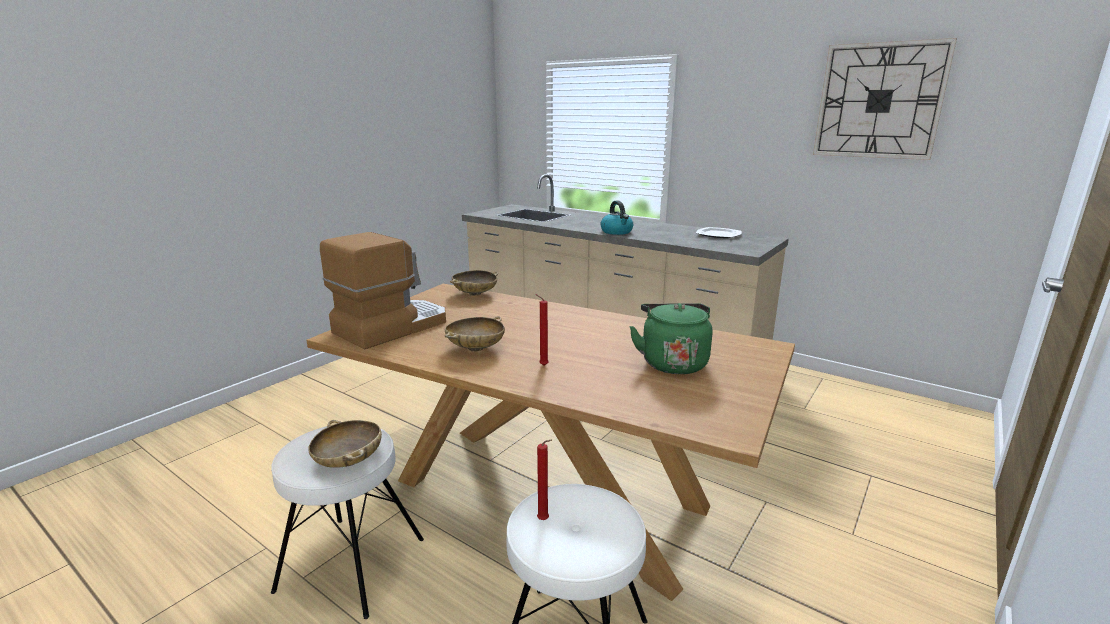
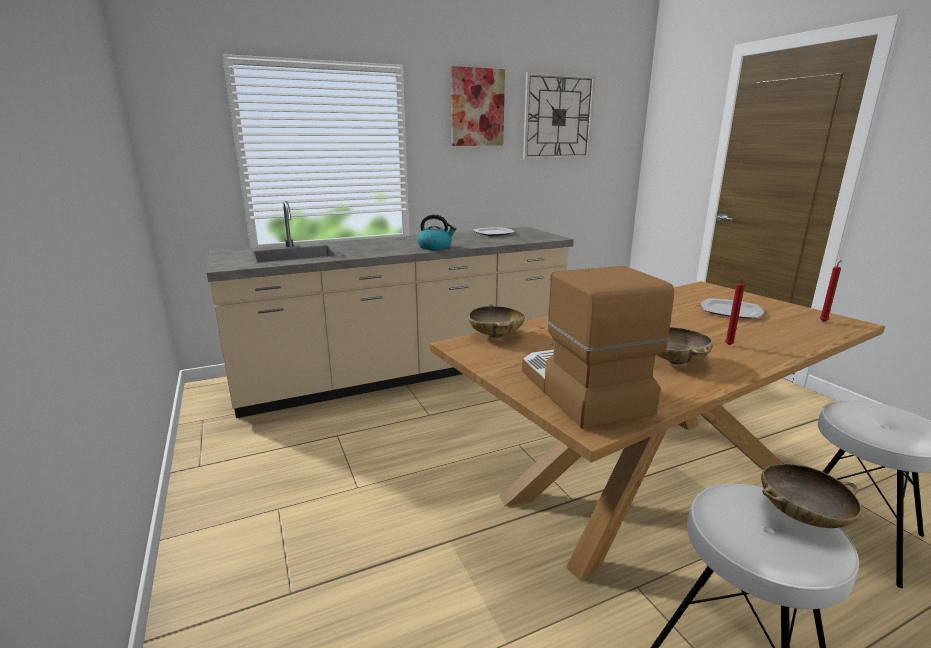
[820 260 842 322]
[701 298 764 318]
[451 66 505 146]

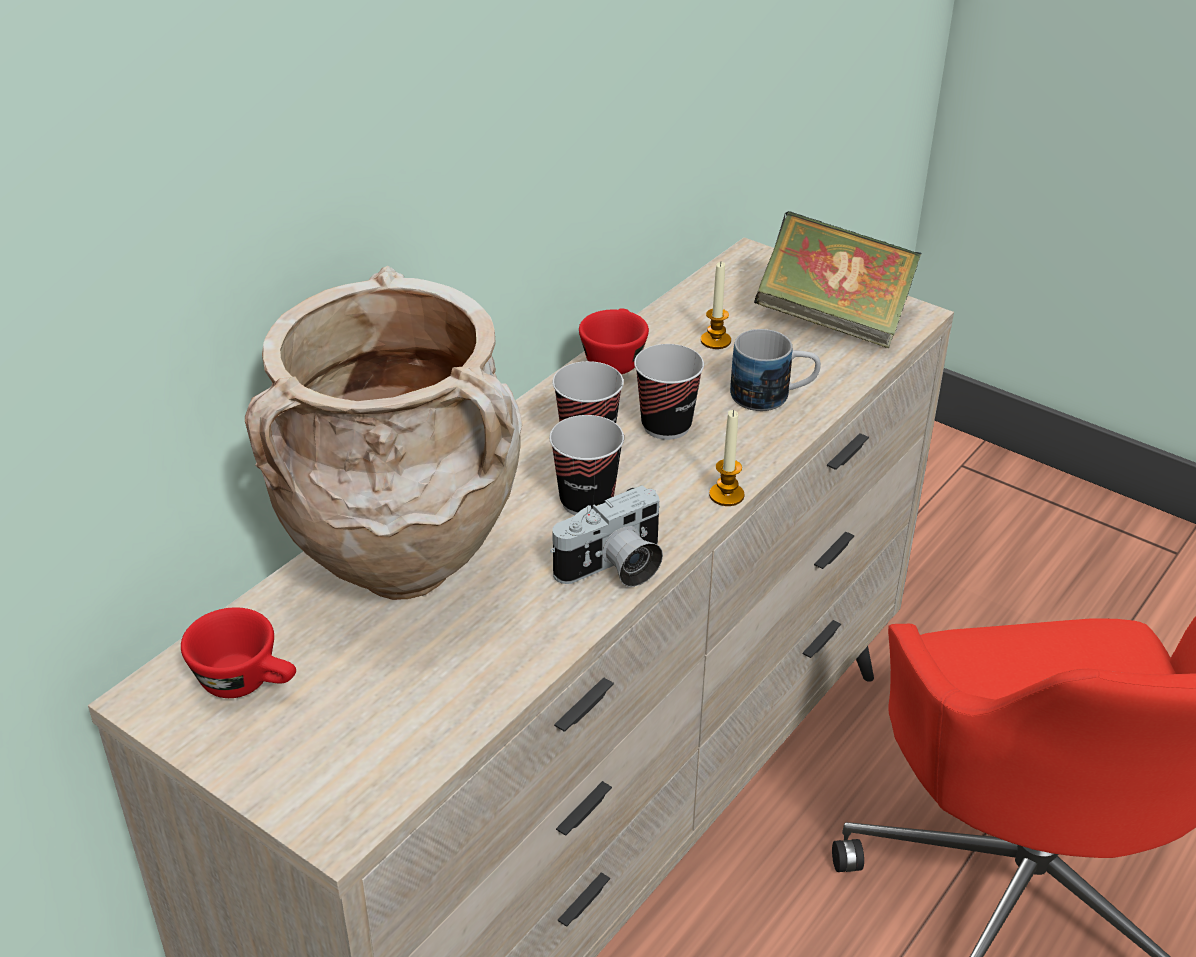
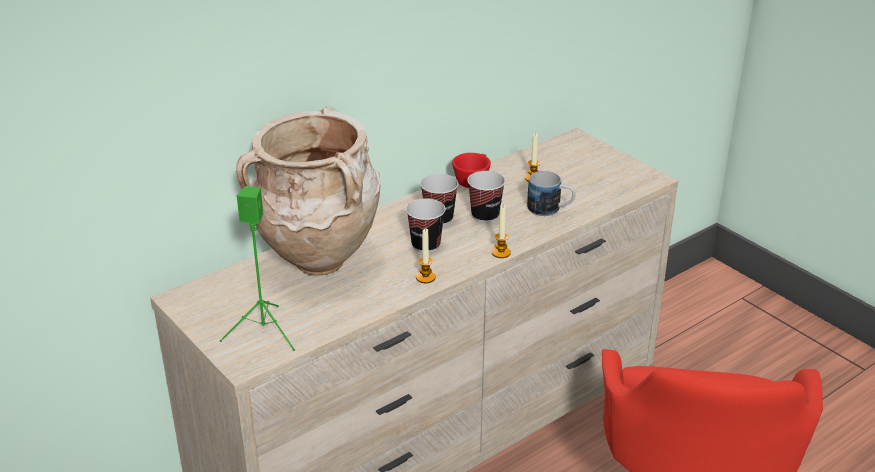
[181 607 296 698] (first image)
[416 229 436 283]
[754 211 922 348] (first image)
[220 186 295 351]

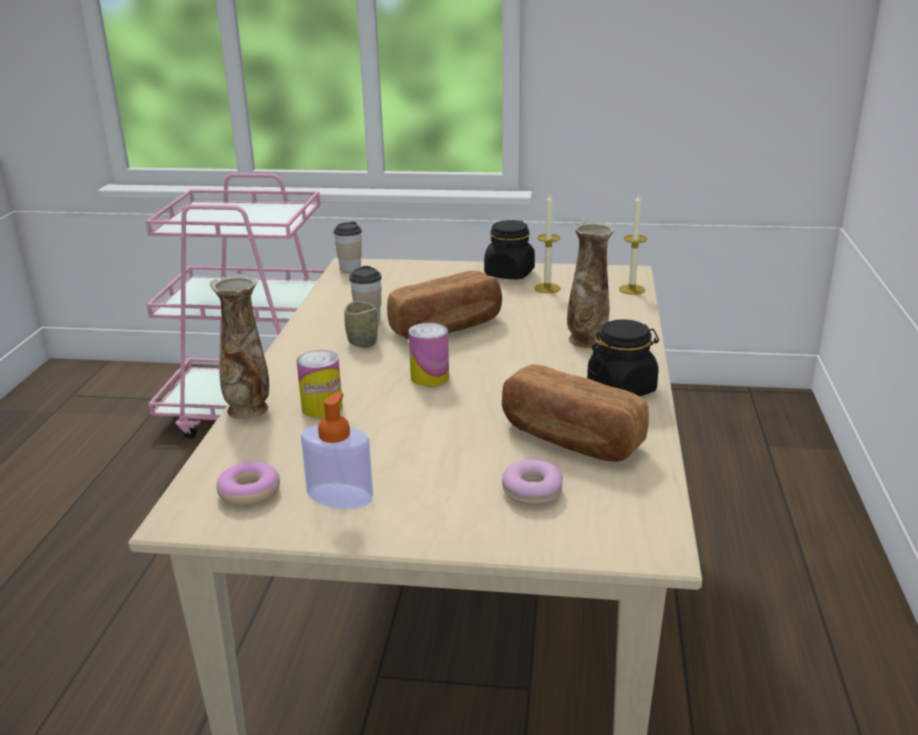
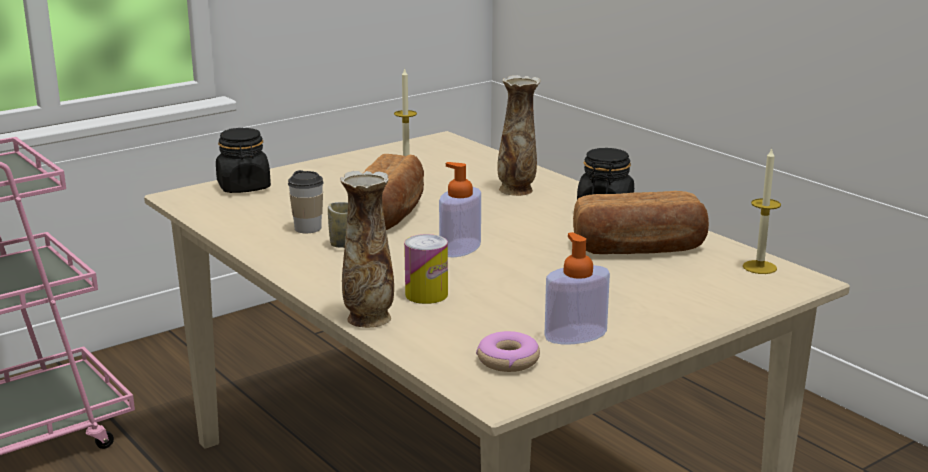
[334 221 362 272] (first image)
[439 162 481 257]
[216 128 271 193]
[502 460 563 505] (first image)
[743 147 781 274]

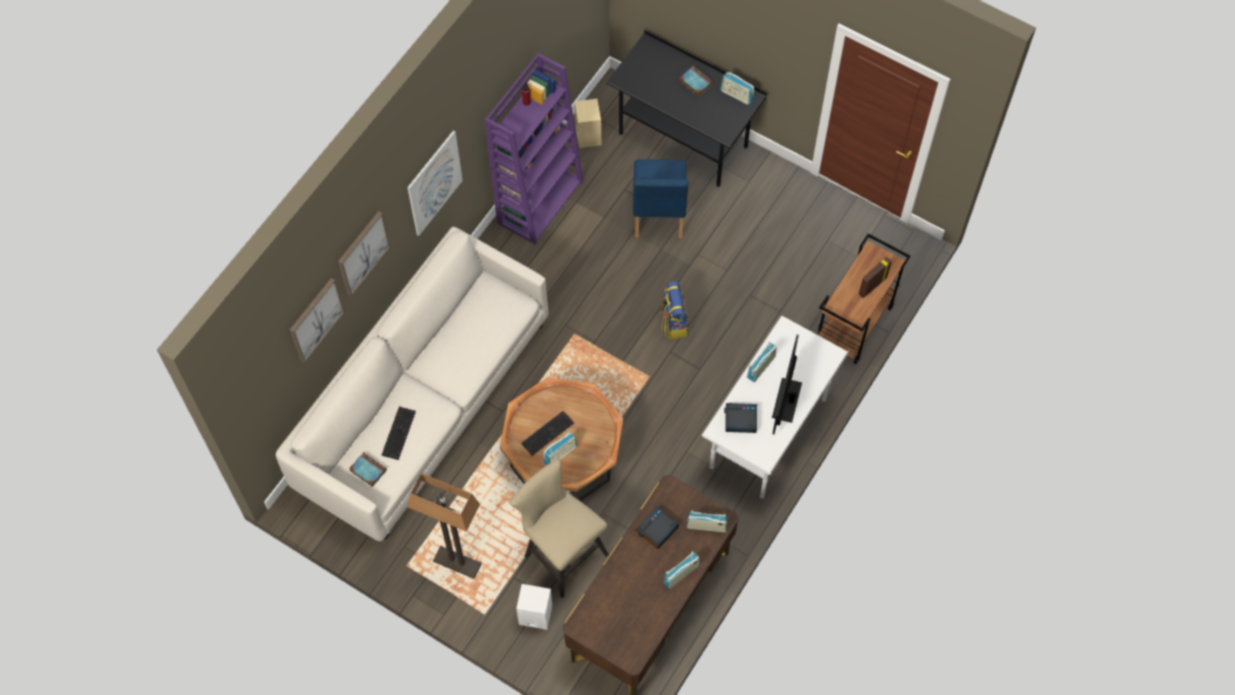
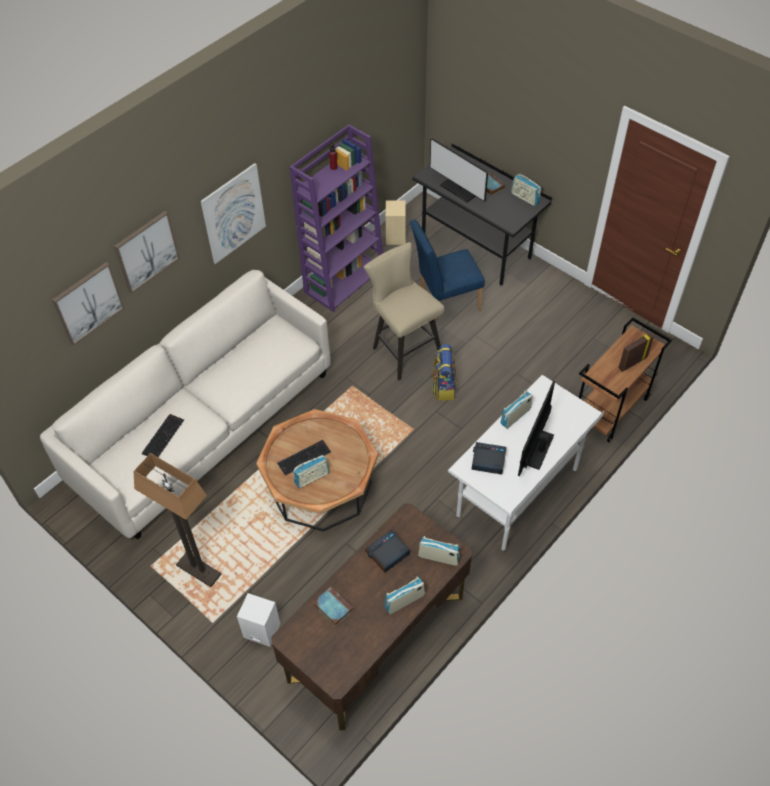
[314 586 354 626]
[364 242 445 380]
[410 220 485 323]
[430 138 488 203]

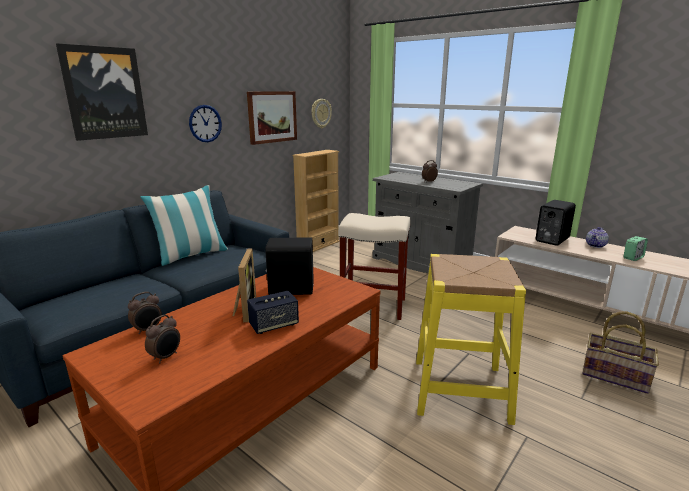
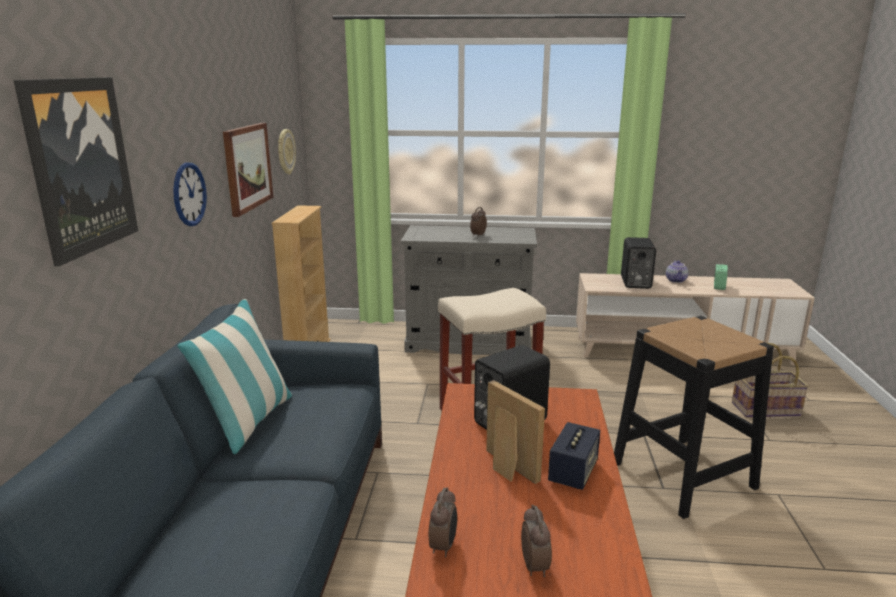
[614 316 774 519]

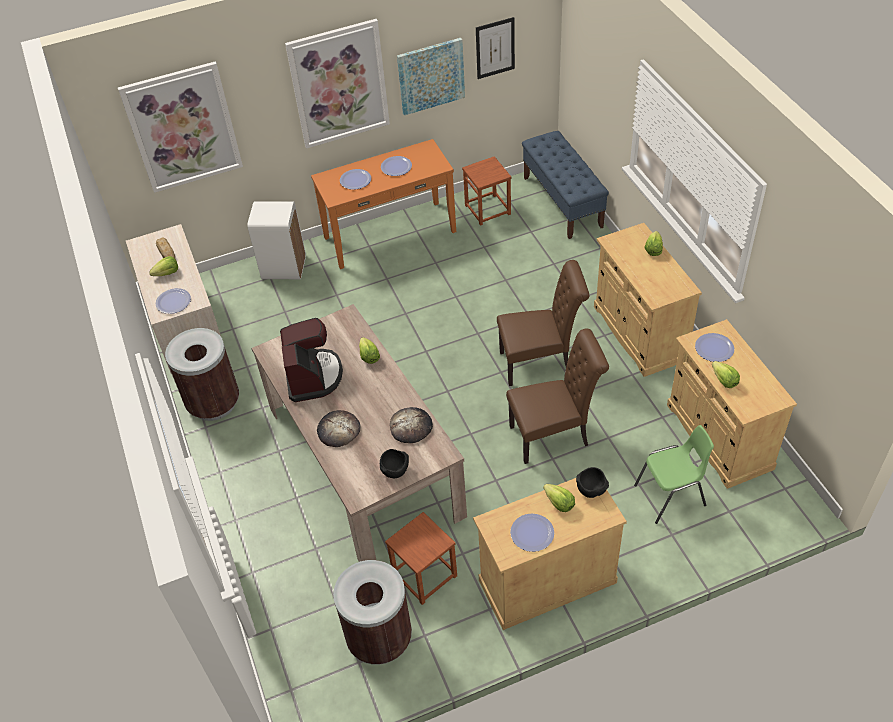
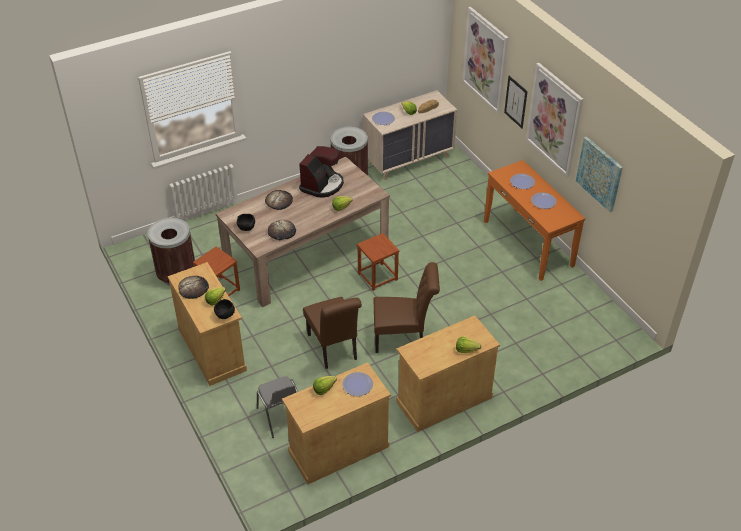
[247 201 306 279] (first image)
[299 146 344 198]
[357 233 399 291]
[504 76 528 129]
[374 262 440 353]
[178 276 209 299]
[522 131 609 239] (first image)
[257 376 298 438]

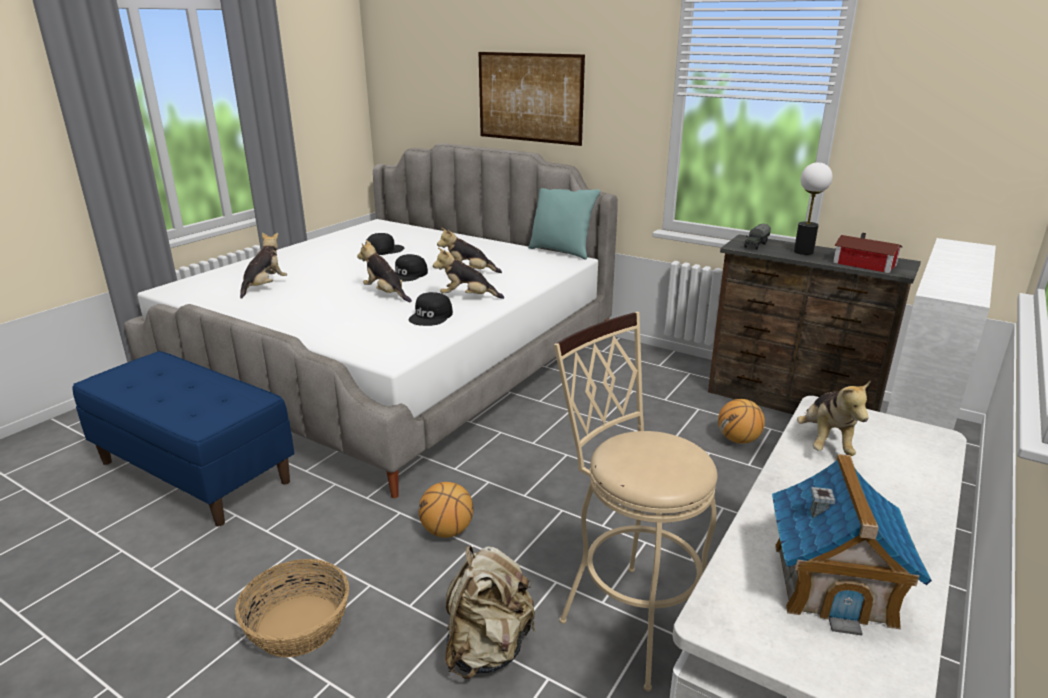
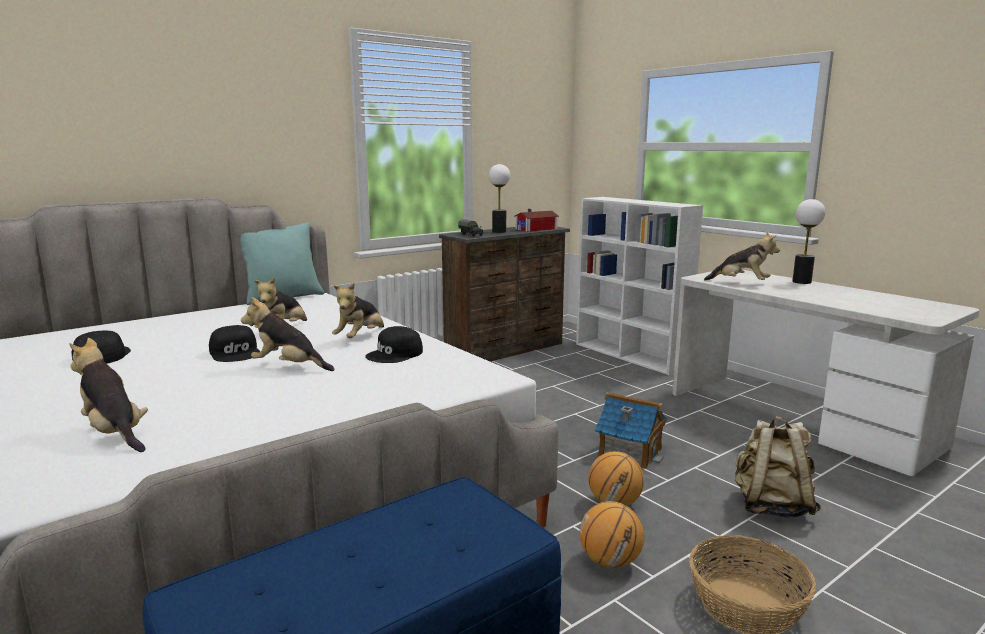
[241 297 335 371]
[365 326 423 363]
[478 52 585 146] (first image)
[554 312 718 692] (first image)
[579 501 644 568]
[595 392 667 469]
[793 199 825 284]

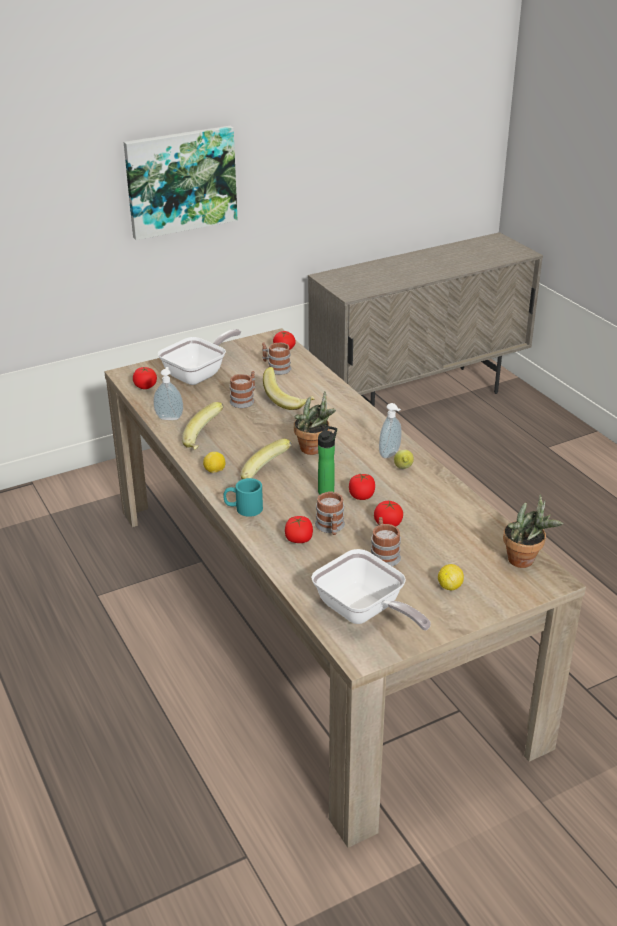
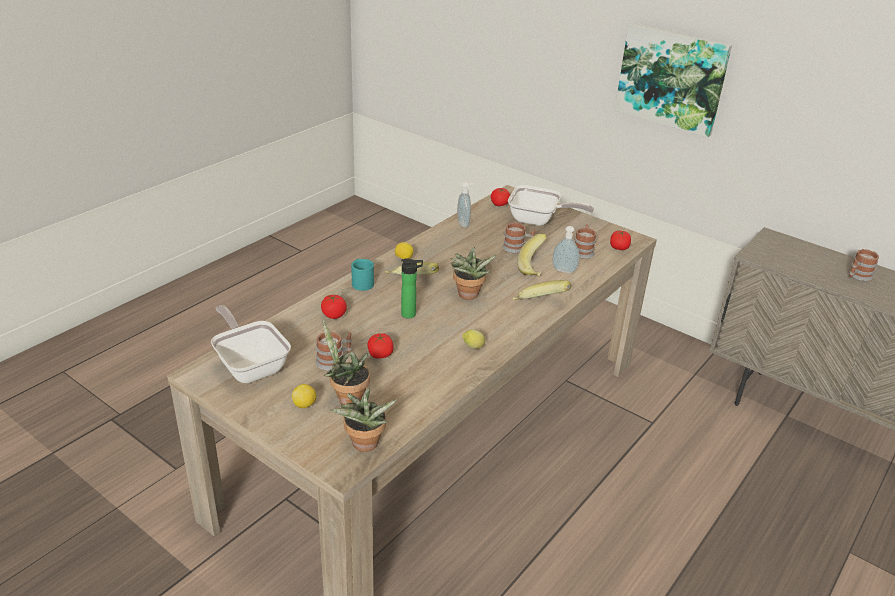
[513 280 571 300]
[211 305 291 383]
[848 249 879 281]
[349 474 375 500] (first image)
[552 226 580 273]
[323 320 370 404]

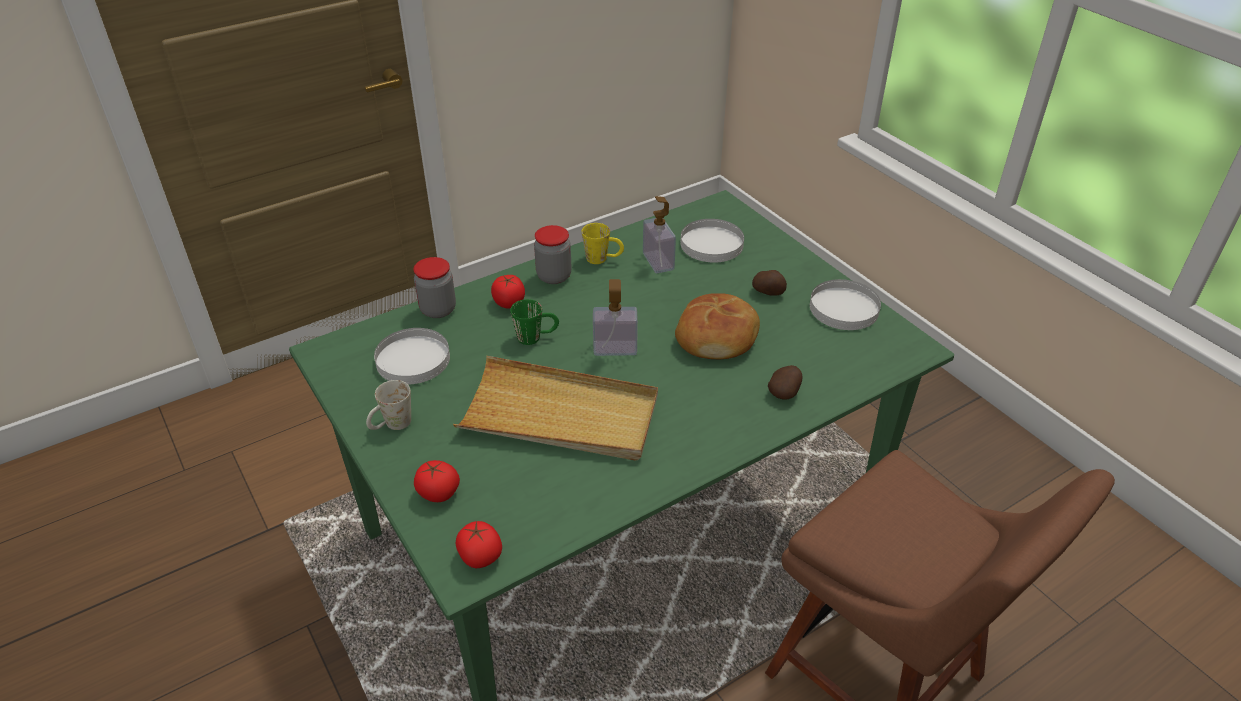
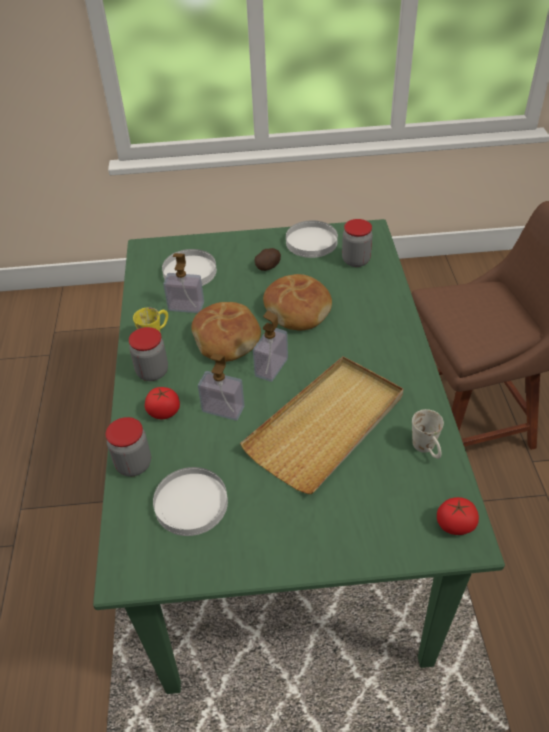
[412 409 444 459]
[414 460 460 502] (first image)
[198 354 244 421]
[768 365 802 400] (first image)
[191 302 261 362]
[342 219 373 267]

